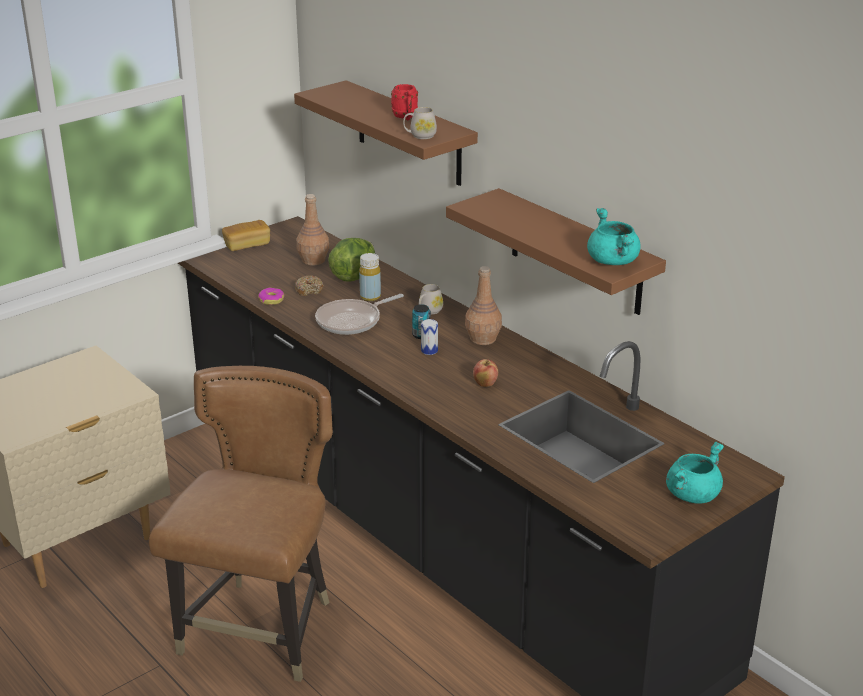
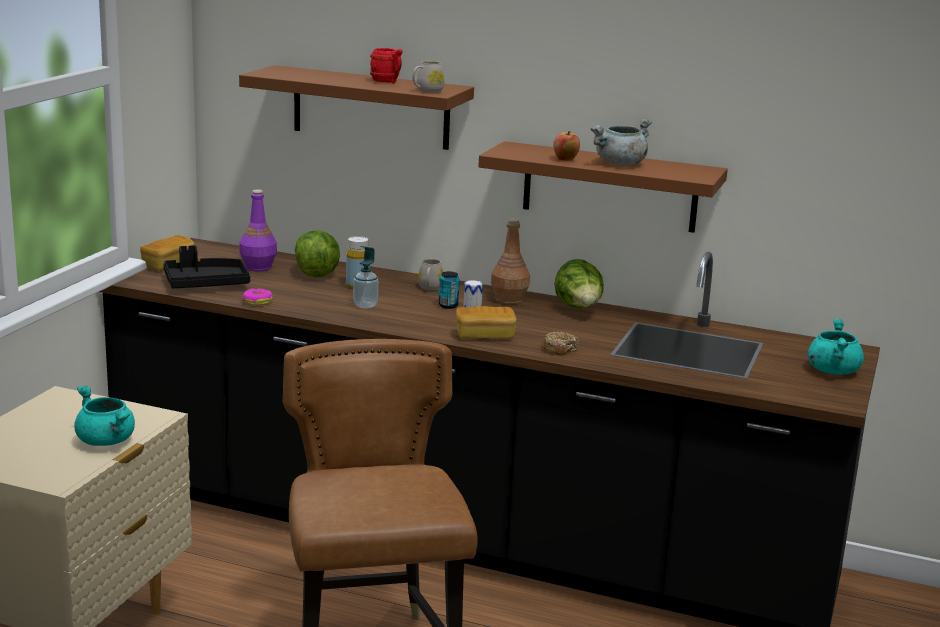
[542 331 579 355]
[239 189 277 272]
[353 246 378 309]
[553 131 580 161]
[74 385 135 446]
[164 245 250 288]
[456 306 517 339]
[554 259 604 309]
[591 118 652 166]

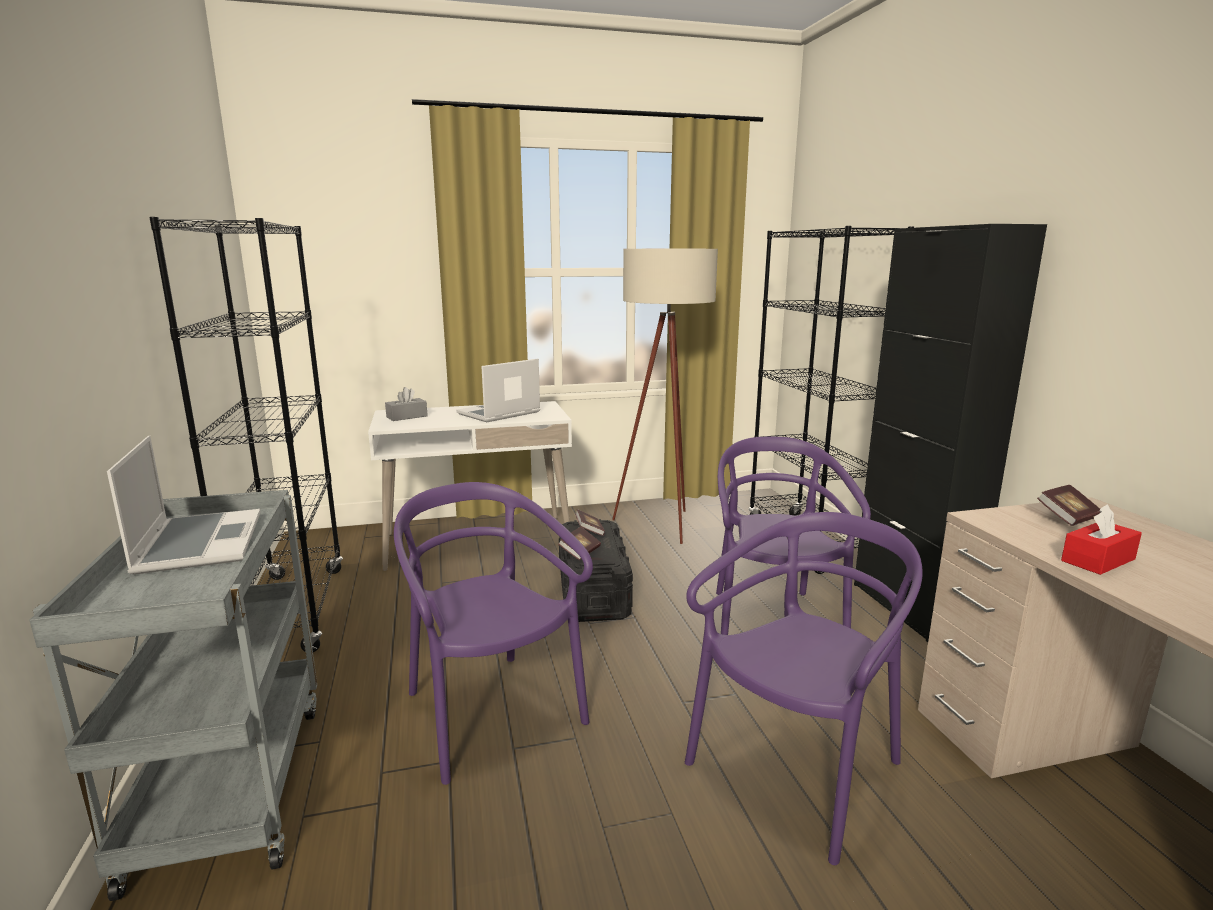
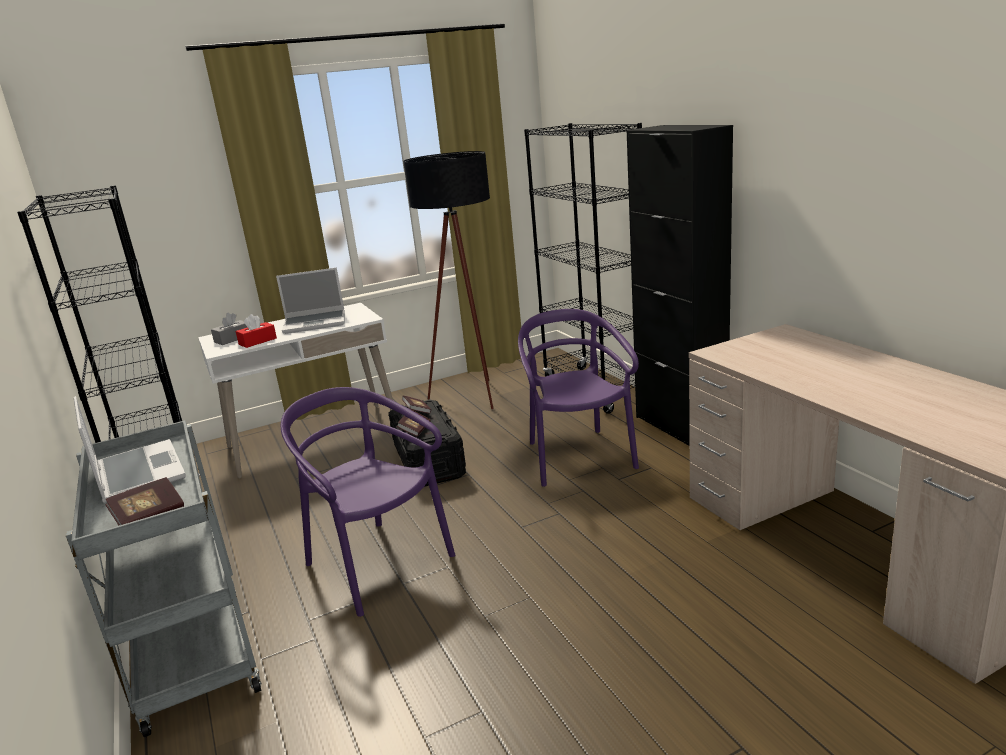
[276 267 345 334]
[403 151 493 409]
[685 512 923 865] (first image)
[105 477 184 525]
[236 314 277 348]

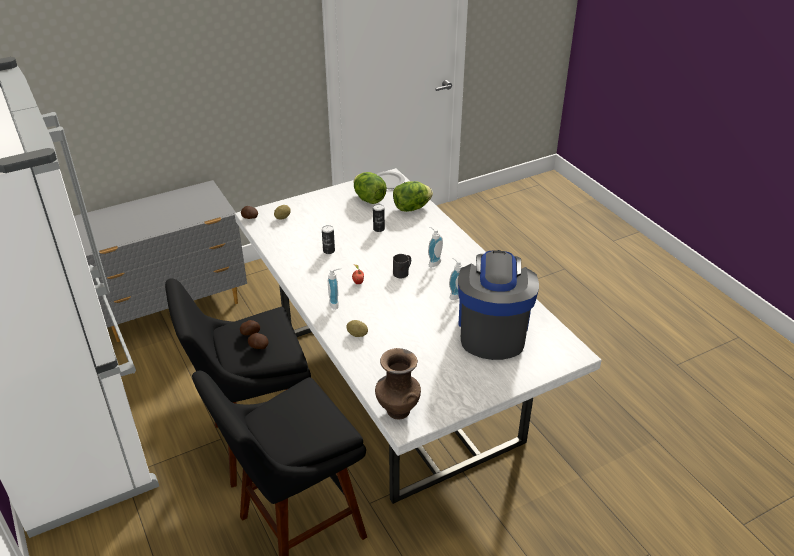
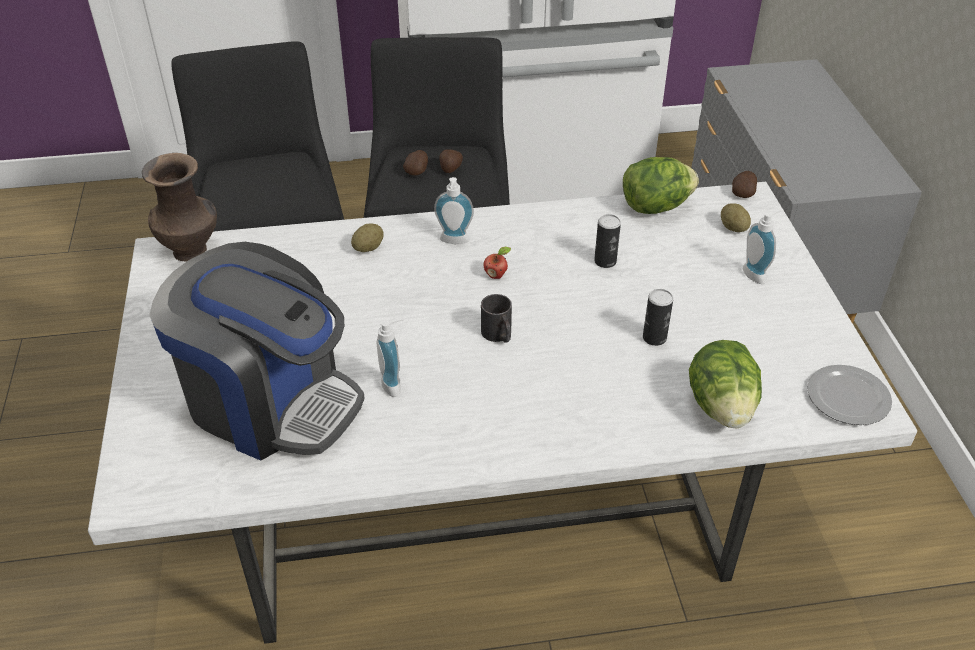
[623 157 699 214]
[743 210 782 284]

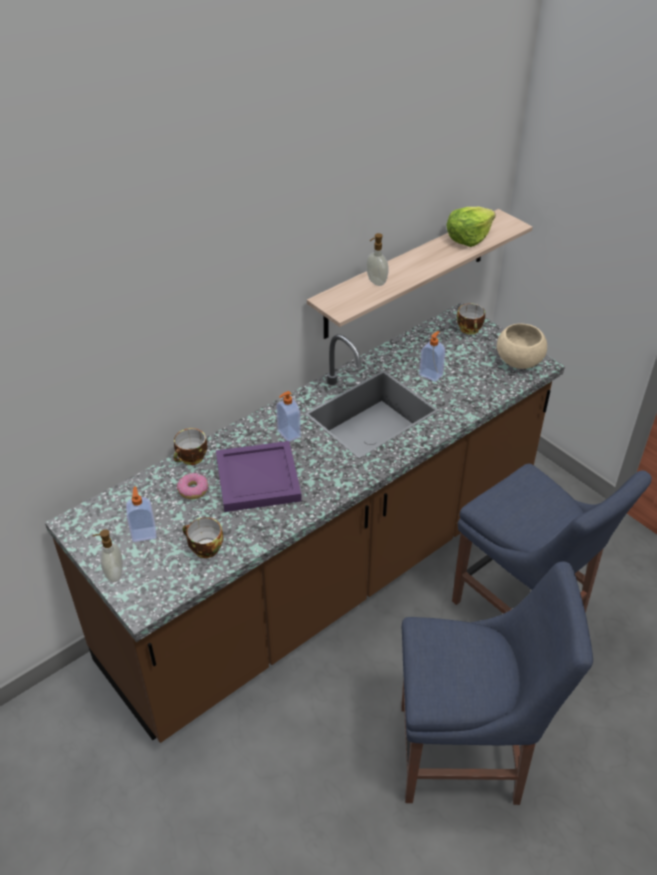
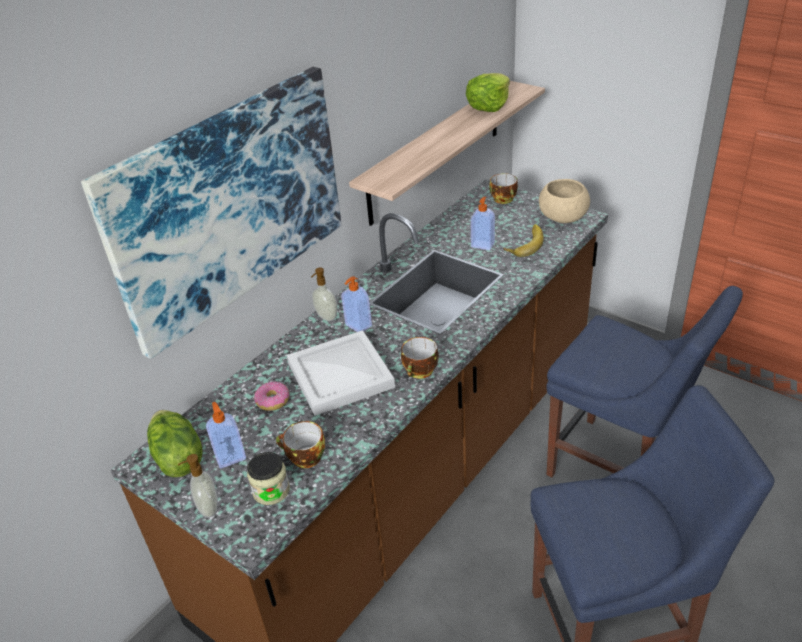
[401 337 438 379]
[287 330 395 416]
[311 267 338 321]
[81 67 342 359]
[147 410 203 477]
[247 452 290 505]
[504 224 543 257]

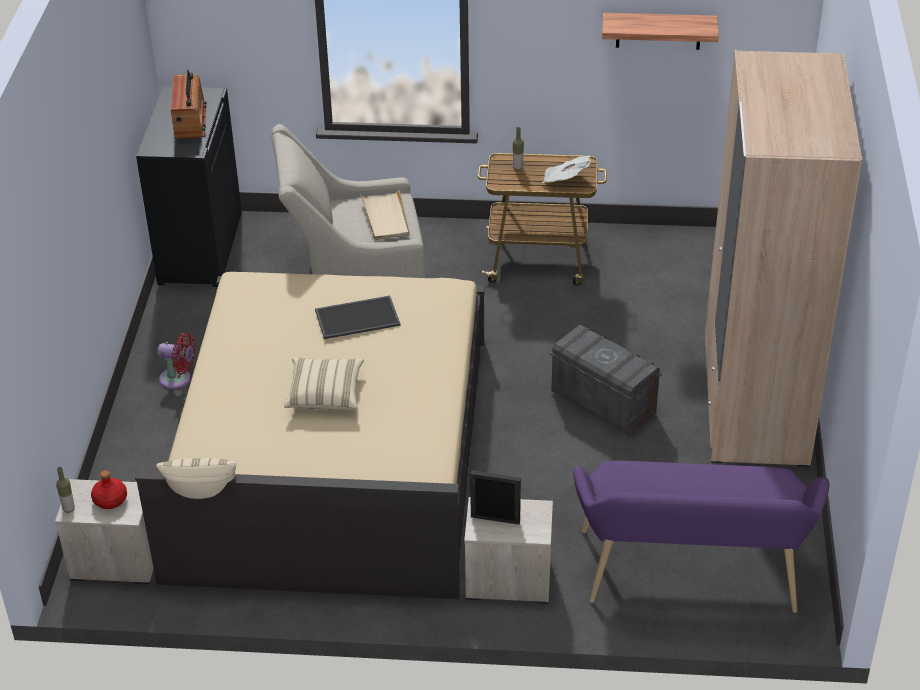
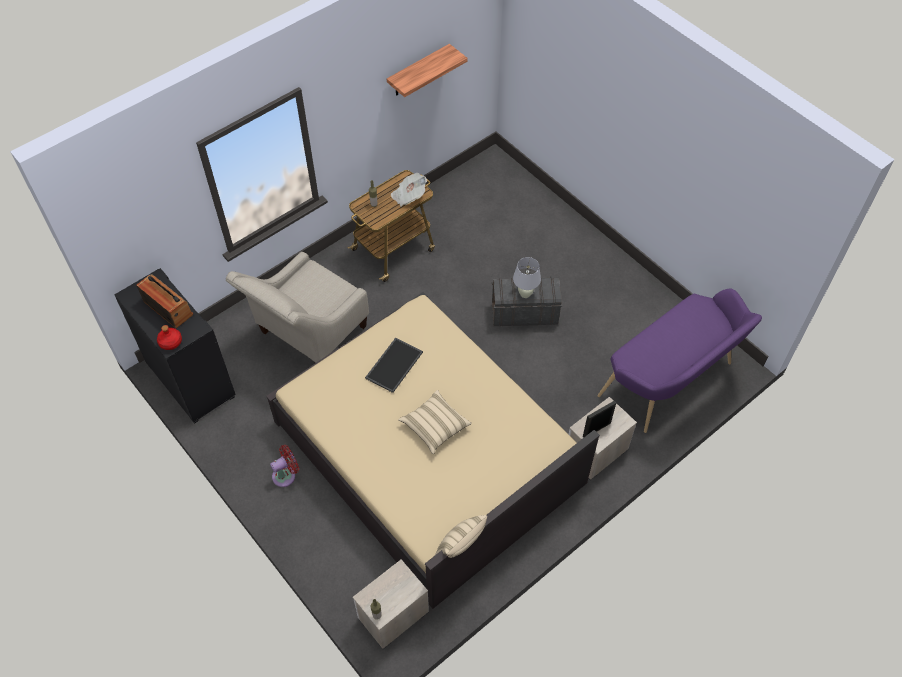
[157 325 182 350]
[360 189 410 240] (first image)
[705 50 862 467] (first image)
[513 257 541 298]

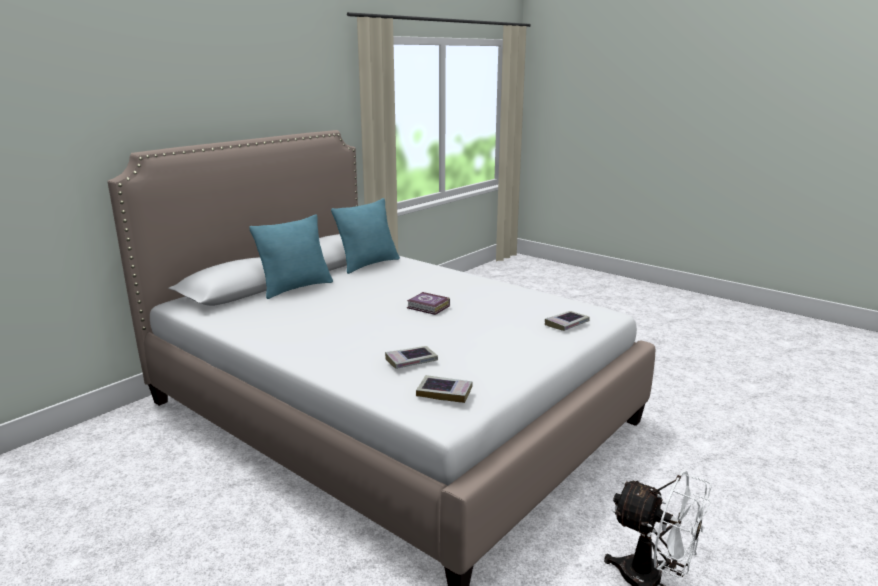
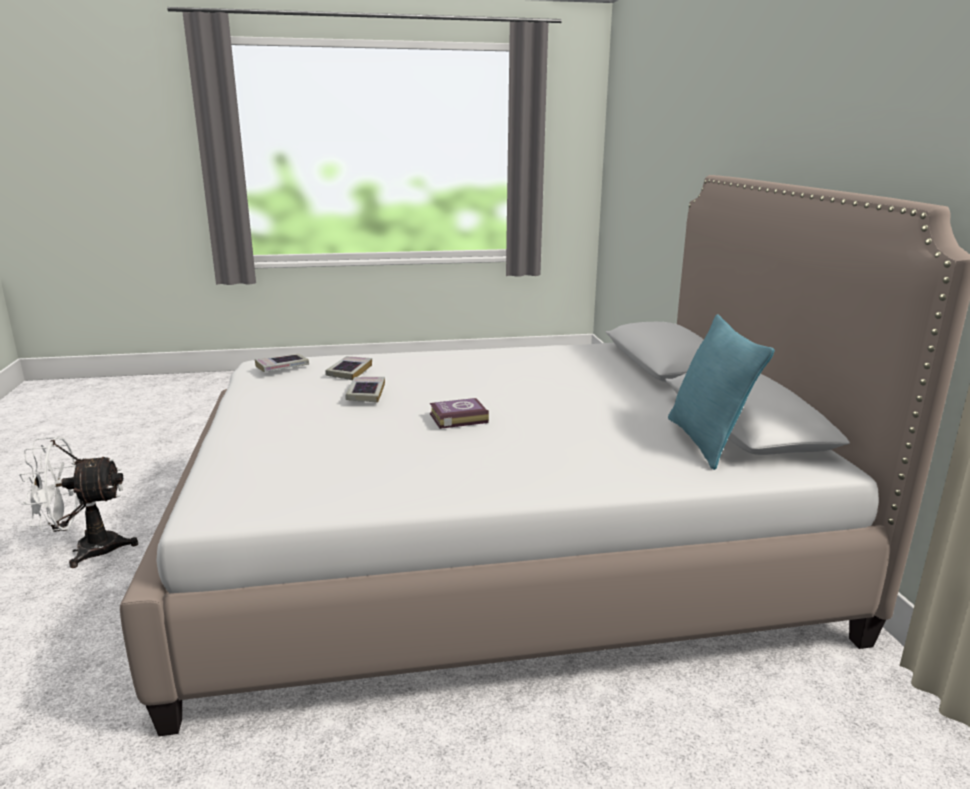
[249 214 333 299] (first image)
[346 377 385 403]

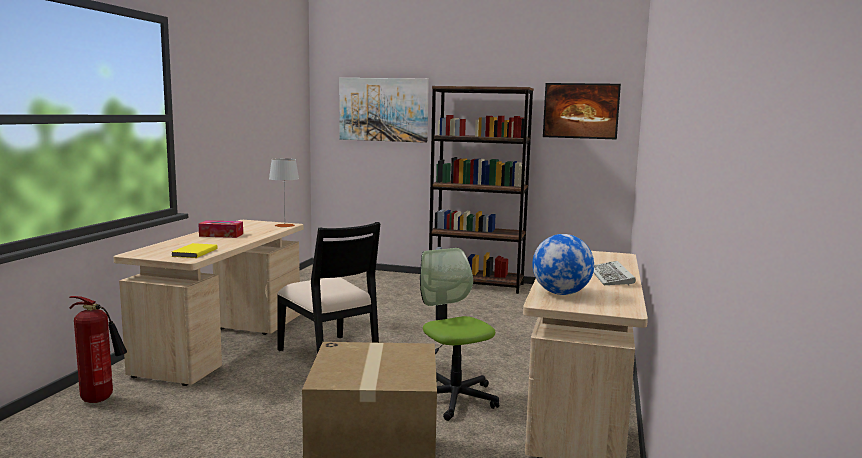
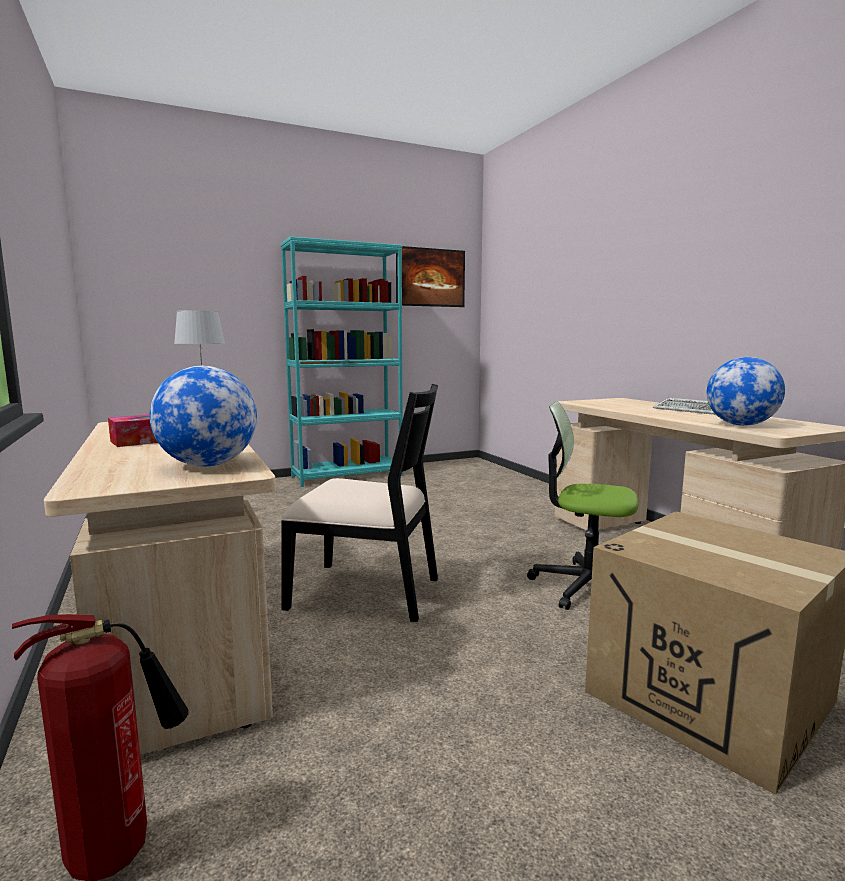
[150 366 257 466]
[339 78 429 143] (first image)
[281 236 403 487]

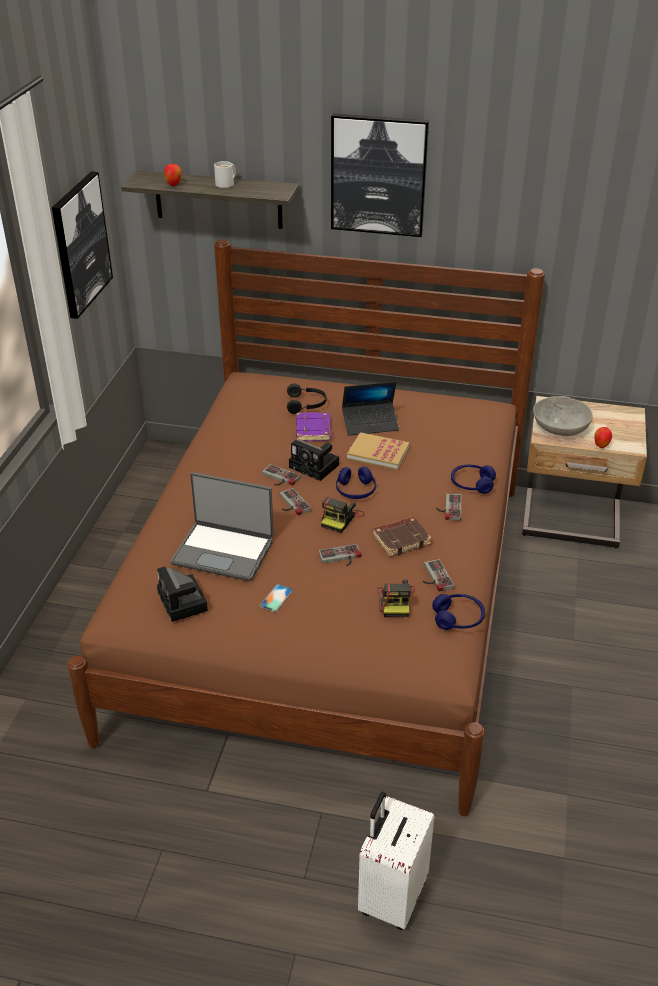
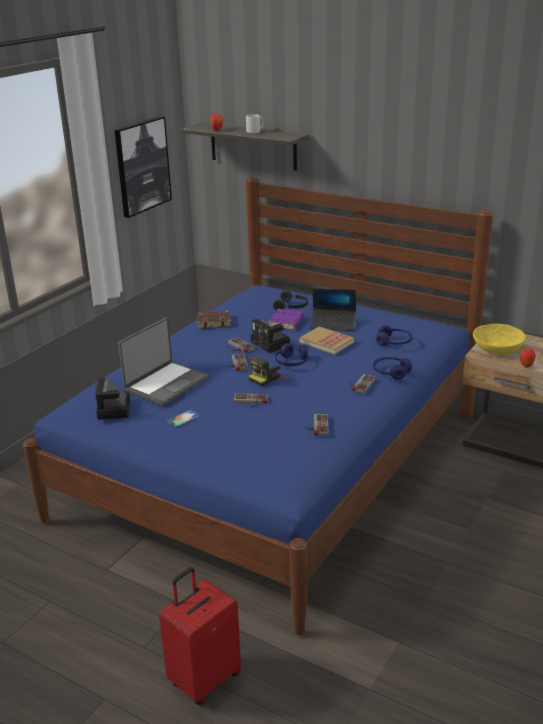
[23 177 493 635]
[118 318 208 406]
[331 114 429 237] (first image)
[159 567 241 705]
[197 311 231 329]
[377 579 415 617] (first image)
[376 325 412 346]
[473 324 526 355]

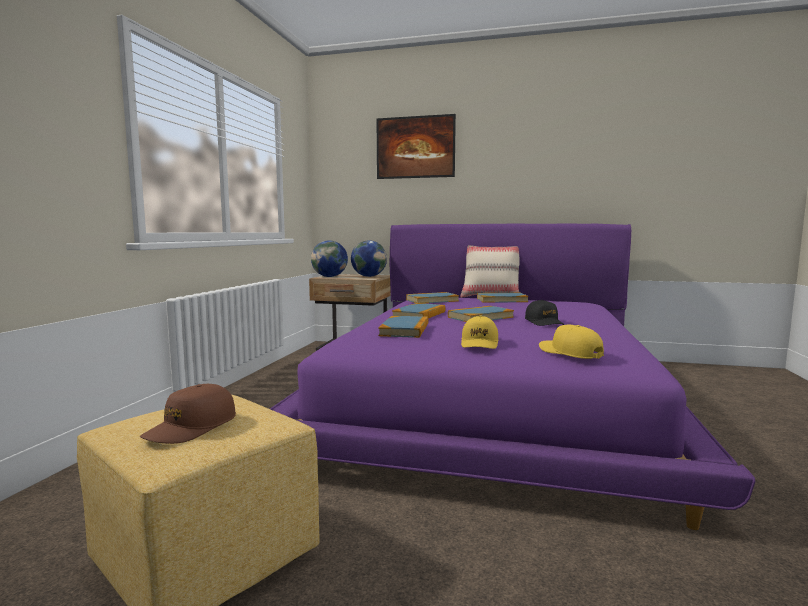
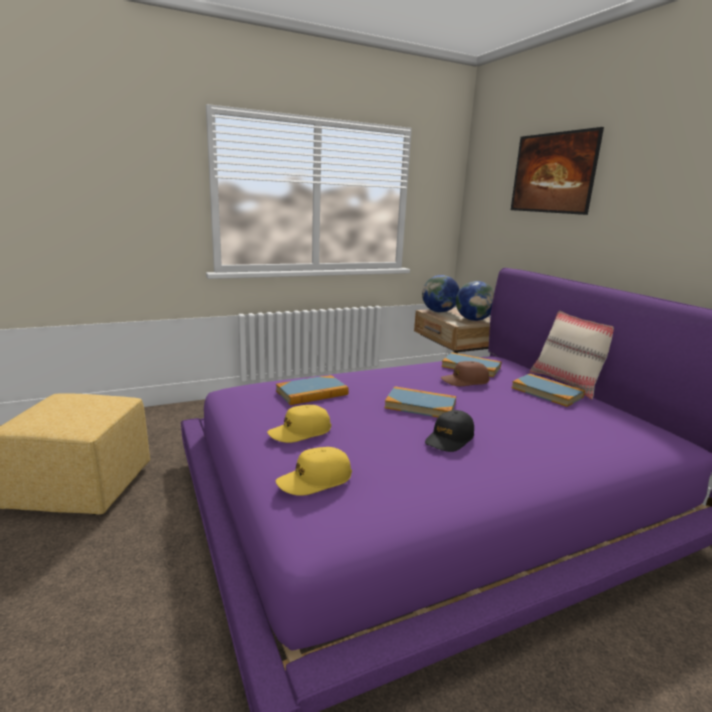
[441 361 490 386]
[392 303 446 318] (first image)
[276 447 352 496]

